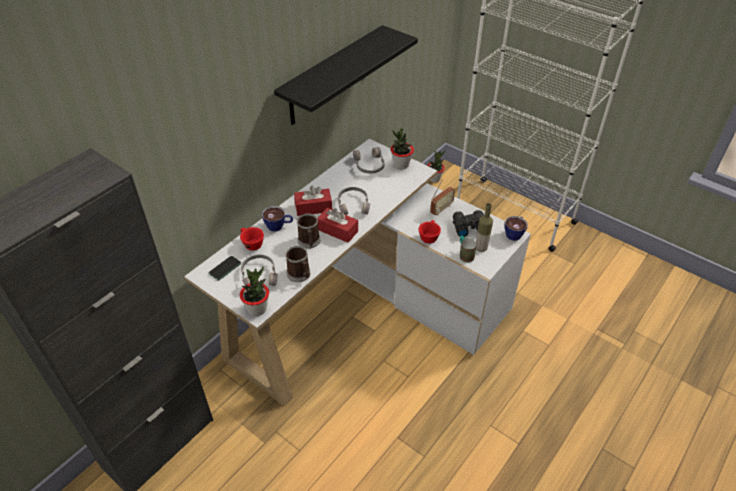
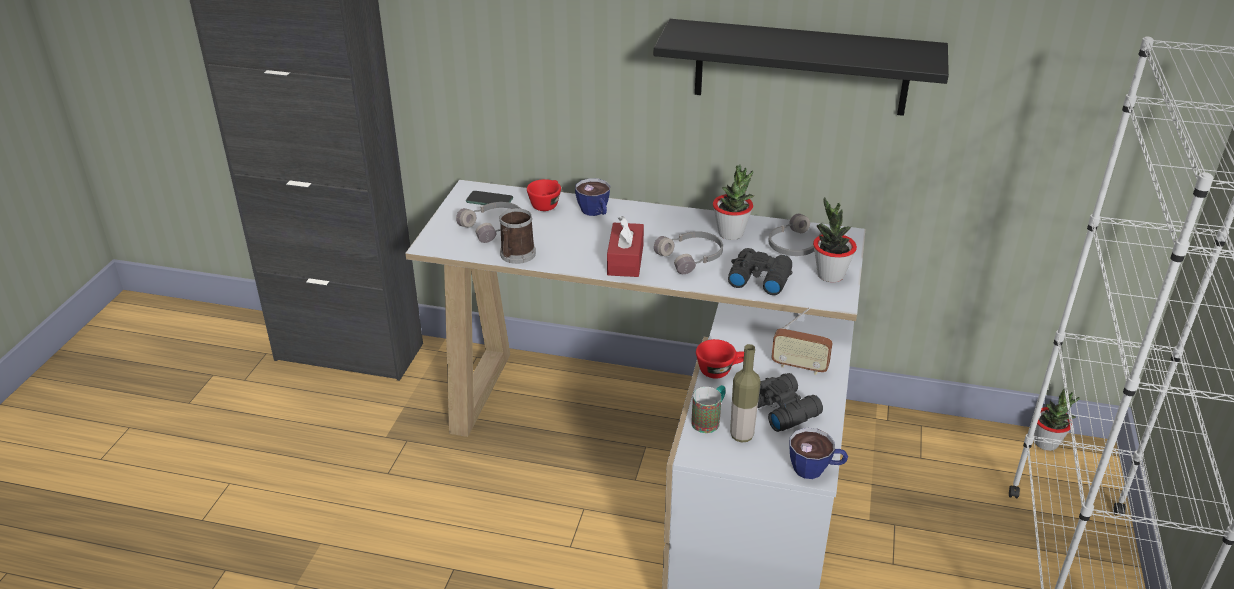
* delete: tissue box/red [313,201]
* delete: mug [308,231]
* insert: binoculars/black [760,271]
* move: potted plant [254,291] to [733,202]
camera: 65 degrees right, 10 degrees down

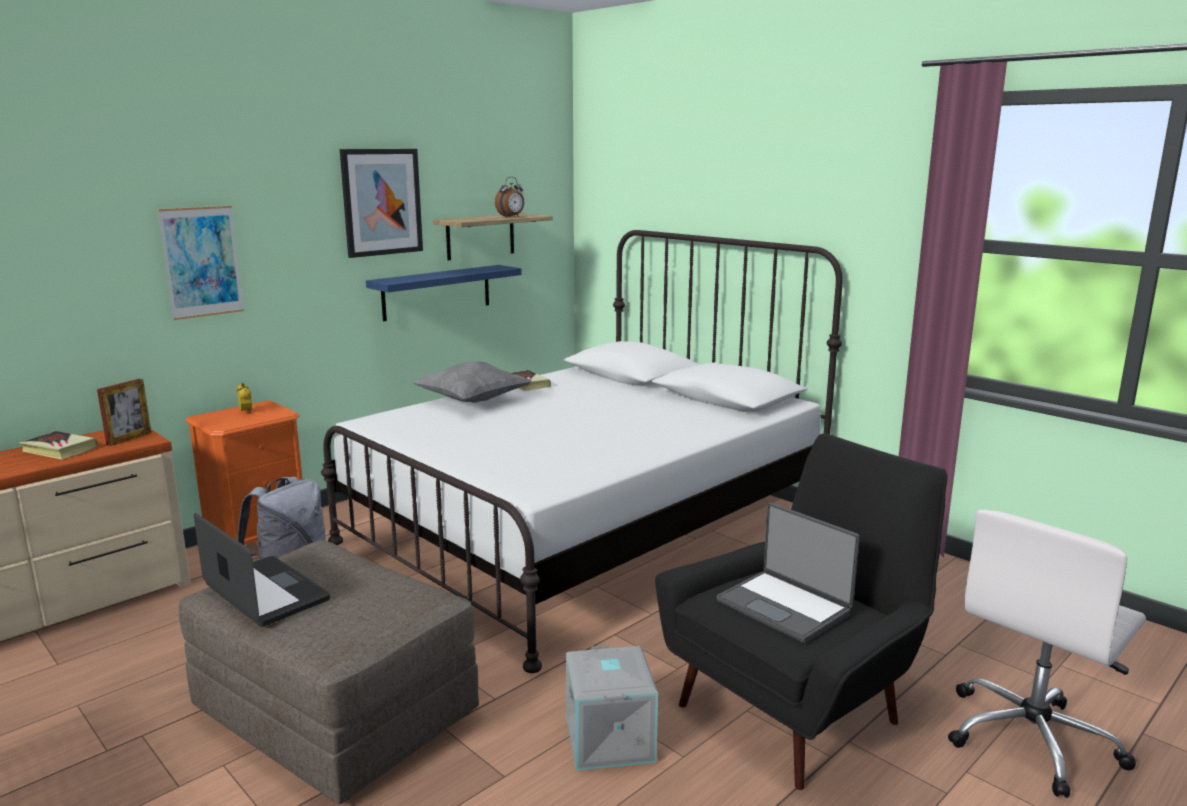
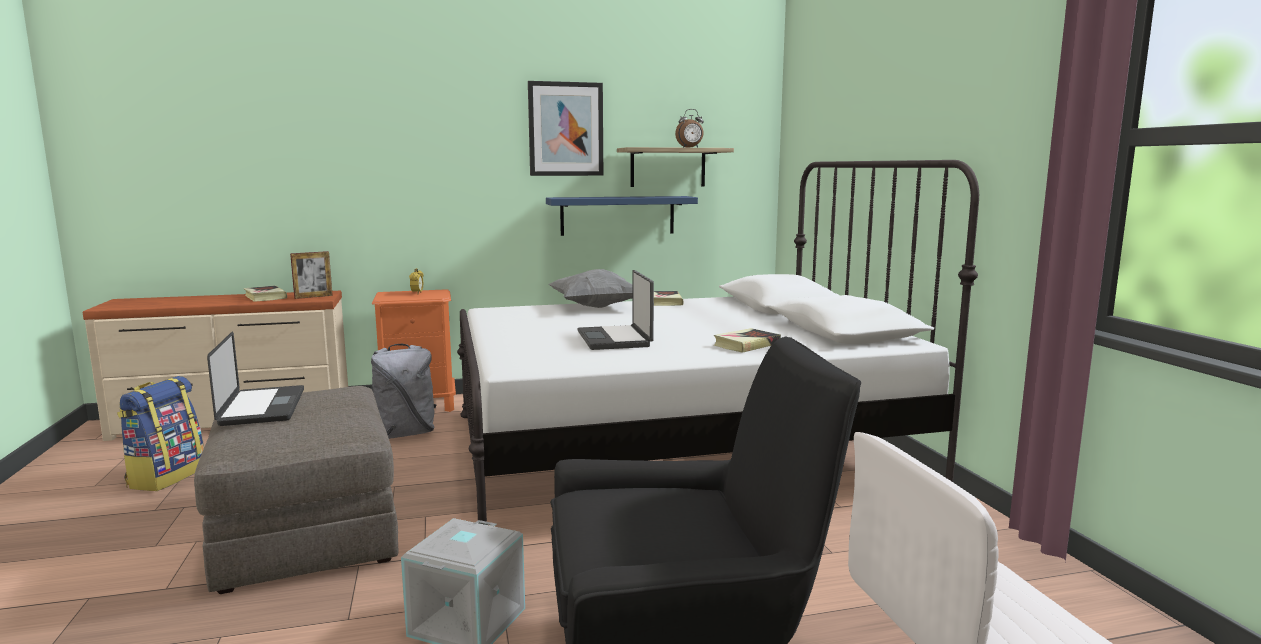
* delete: picture [200,263]
* insert: backpack [160,433]
* insert: book [747,340]
* move: laptop [788,573] to [615,310]
camera: 30 degrees right, 5 degrees down

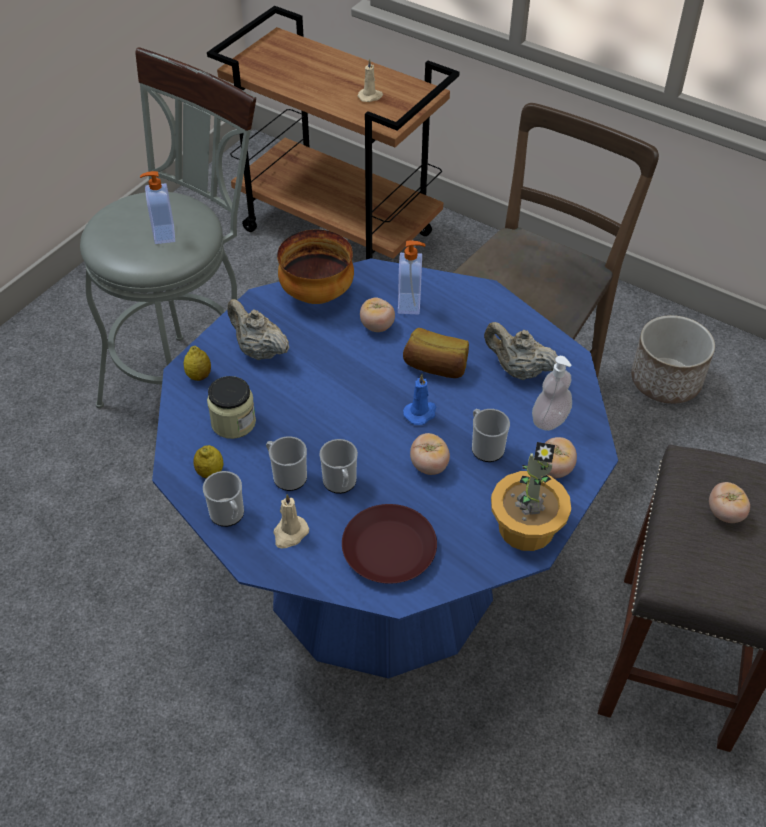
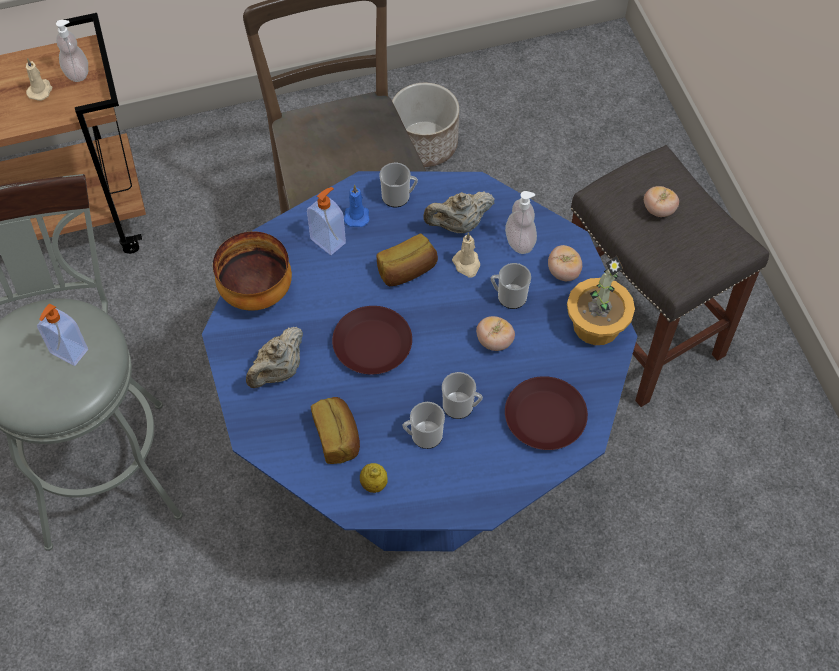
* delete: lemon [197,363]
* delete: tomato [377,314]
* insert: soap dispenser [72,51]
* insert: plate/brown [372,340]
* move: mug [223,499] to [399,185]
* move: candle/beige [291,521] to [466,255]
* move: candle/blue [419,399] to [357,206]
* replace: jar [231,407] to bread [335,430]
* rotate: teapot/beige [259,329] = [274,357] 45 degrees counterclockwise
camera: 50 degrees left, 10 degrees up

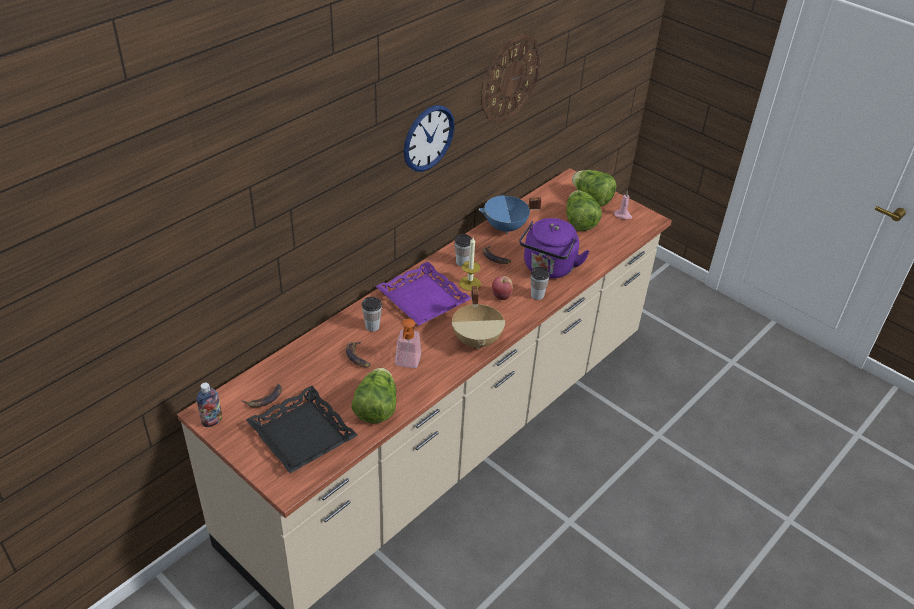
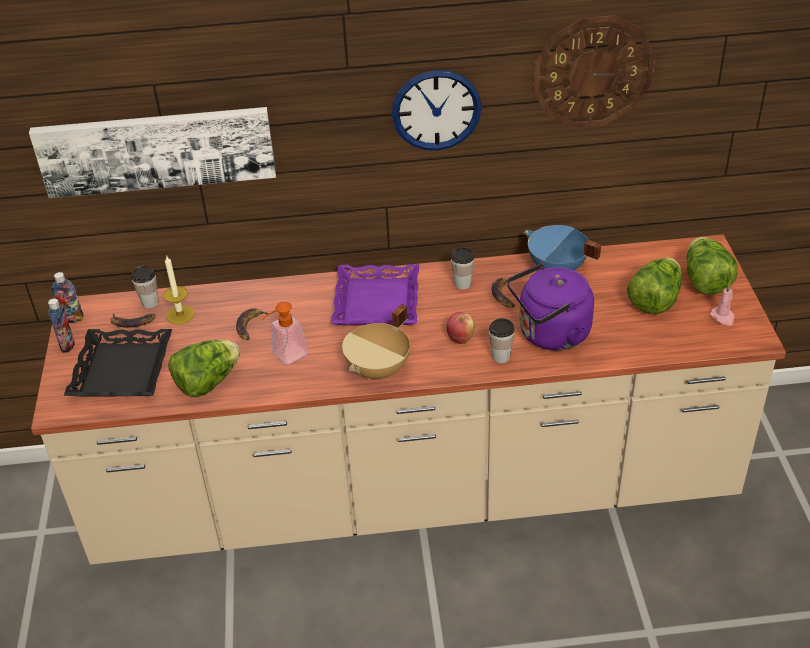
* insert: picture [152,152]
* insert: bottle [61,326]
* move: cup [372,314] to [145,287]
* move: candle [470,264] to [178,289]
camera: 45 degrees right, 0 degrees up

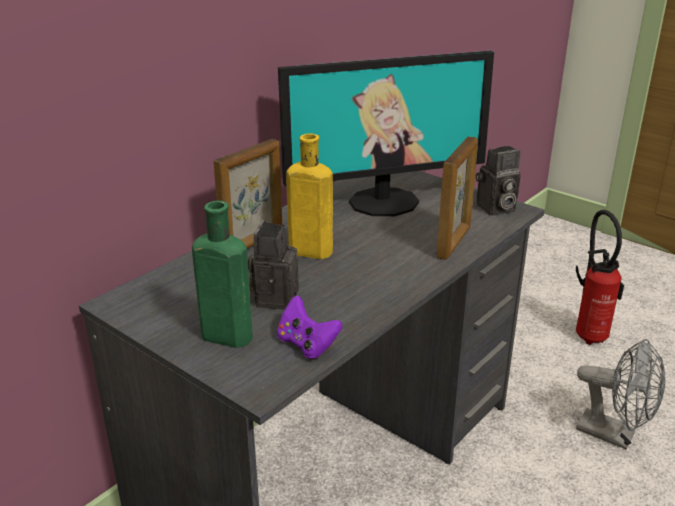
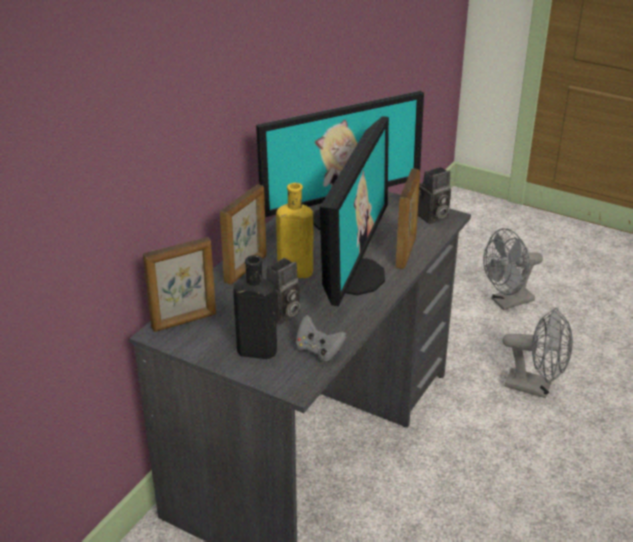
* insert: picture frame [179,284]
* insert: monitor [354,211]
* replace: fire extinguisher [600,277] to fan/grey [513,269]
* recolor: bottle/green [222,274] to bottle/black [255,307]
* recolor: game controller/purple [309,327] to game controller/grey [321,338]
* rotate: photo camera [273,265] = [283,291] 135 degrees counterclockwise
camera: 10 degrees left, 5 degrees up

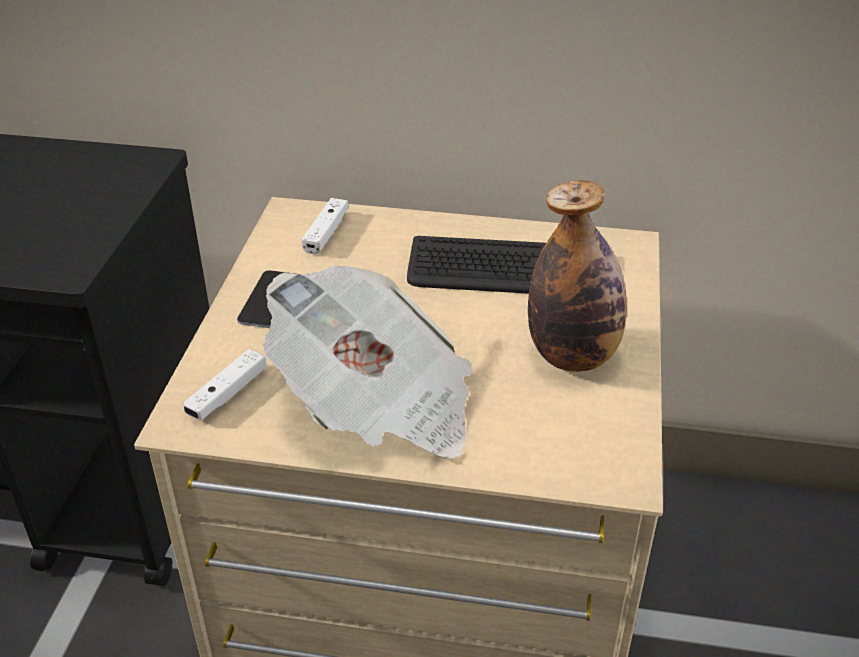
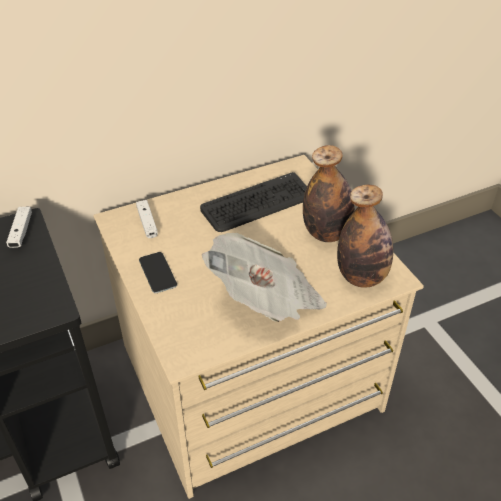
* insert: bottle [365,236]
* move: game controller/white [224,384] to [19,227]
camera: 35 degrees left, 5 degrees up

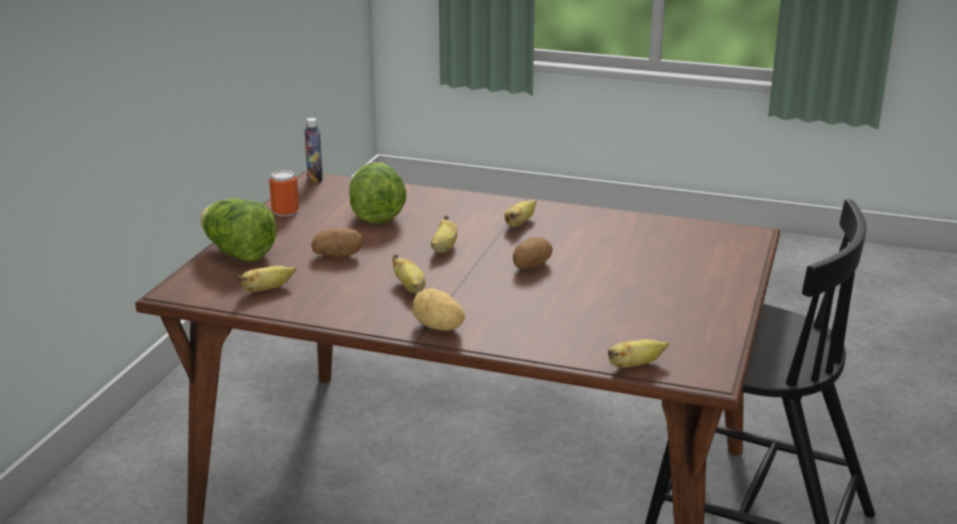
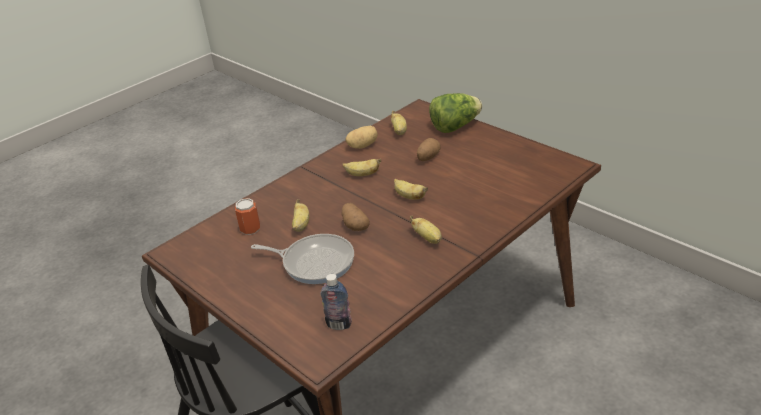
* delete: lettuce [377,193]
* insert: frying pan [302,259]
* move: can [284,193] to [247,216]
* move: bottle [313,150] to [336,302]
* move: potato [438,309] to [362,137]
* move: banana [638,353] to [300,215]
camera: 120 degrees right, 10 degrees up

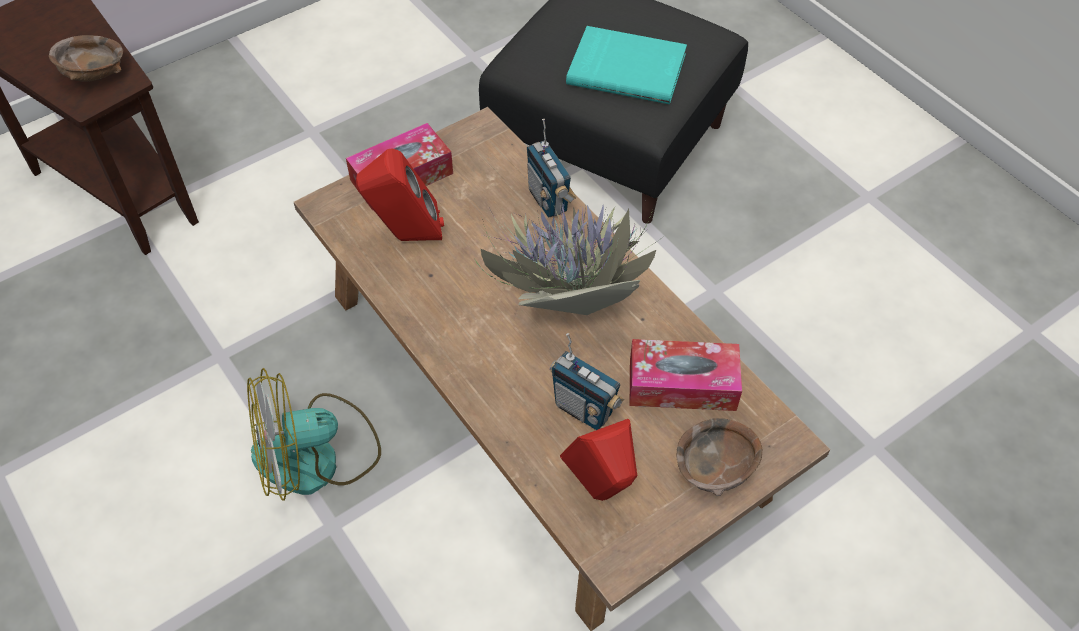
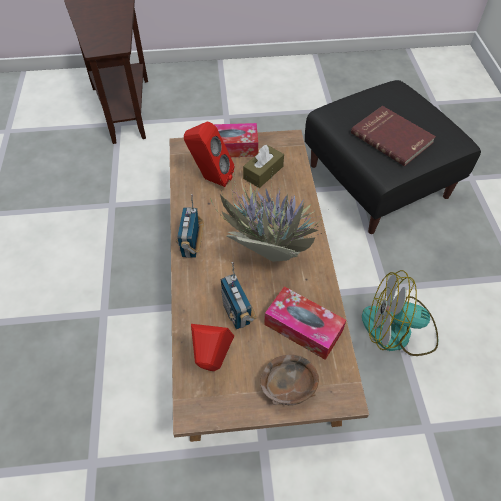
* delete: bowl/brown [86,58]
* insert: tissue box/brown [263,166]
* move: fan [314,434] to [400,313]
* move: radio [552,168] to [190,226]
* recolor: book/turquoise [626,65] to book/red [393,136]
camera: 30 degrees right, 0 degrees up

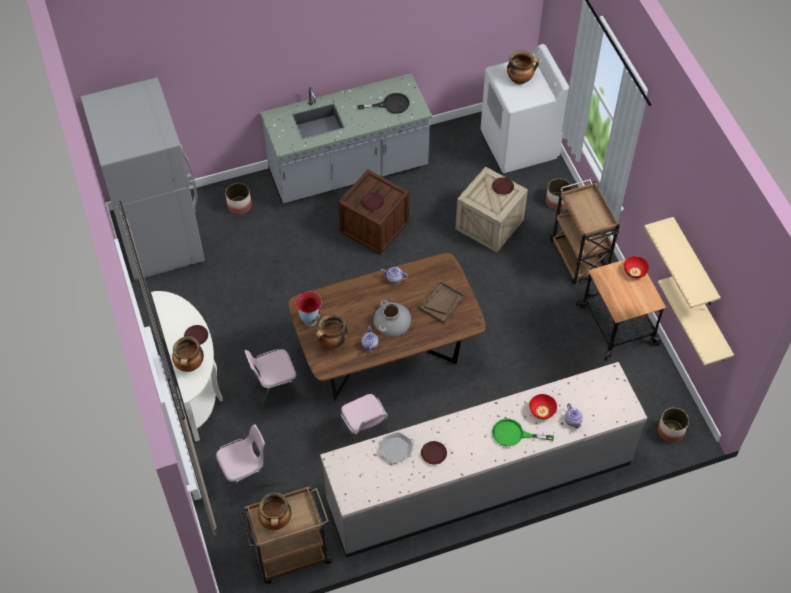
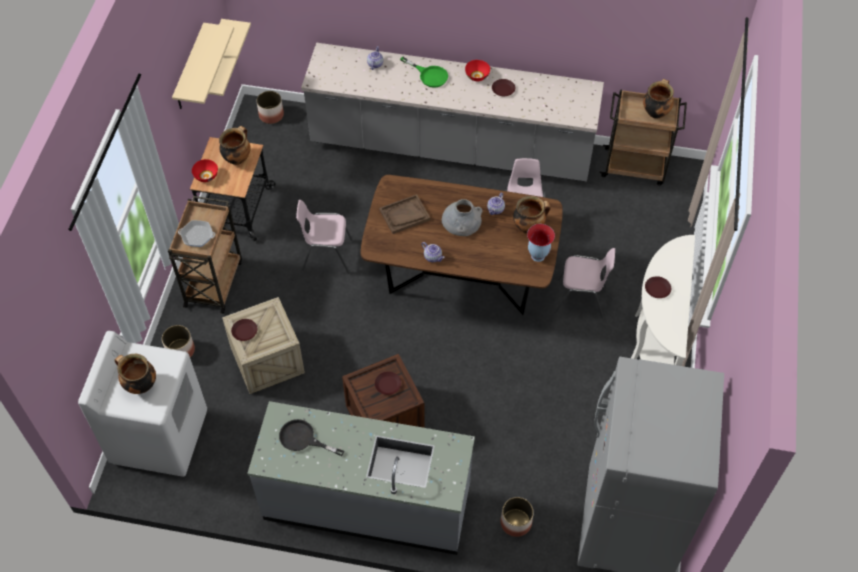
* move: cooking pot [188,354] to [235,145]
* move: chair/pink [245,465] to [324,236]
* move: frying pan [396,447] to [196,233]
* move: bowl/red [543,406] to [477,70]
camera: 150 degrees left, 0 degrees up

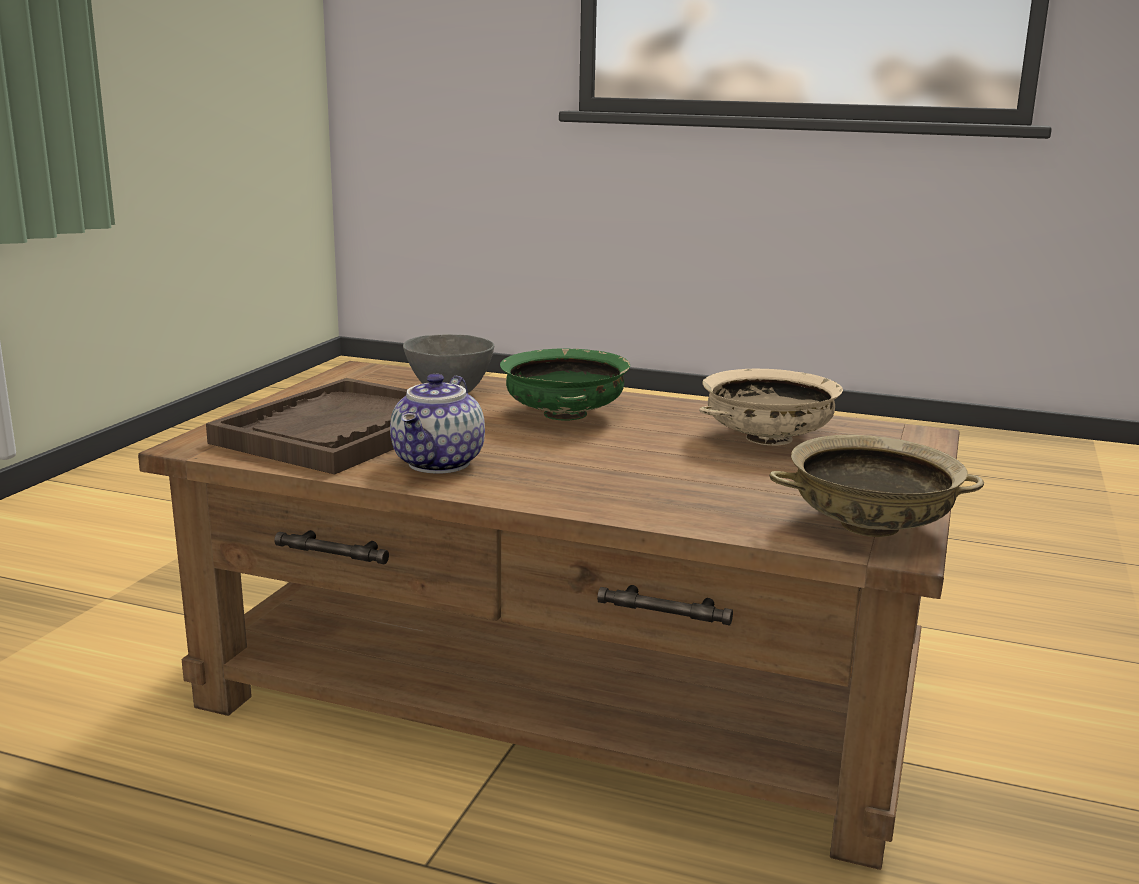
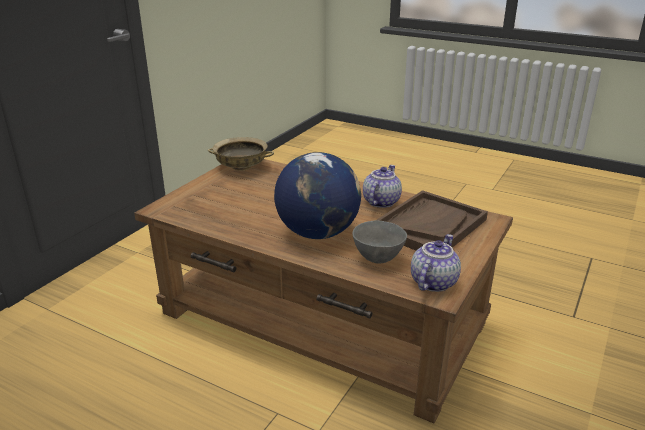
* delete: bowl/beige [771,407]
* insert: teapot [436,263]
* replace: bowl/green [565,384] to globe [317,195]
camera: 170 degrees left, 10 degrees up

